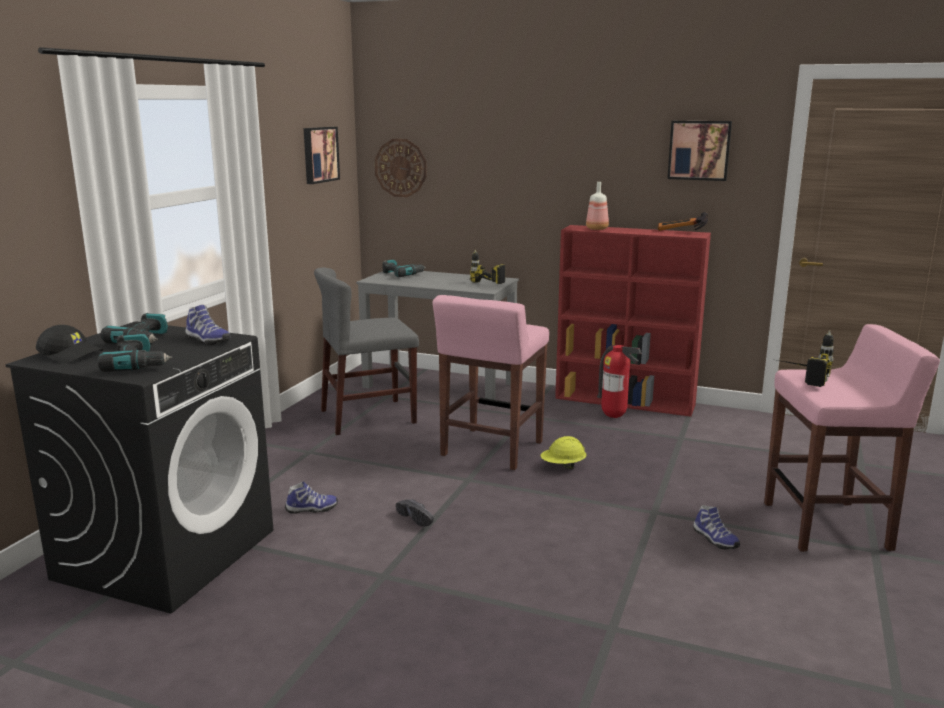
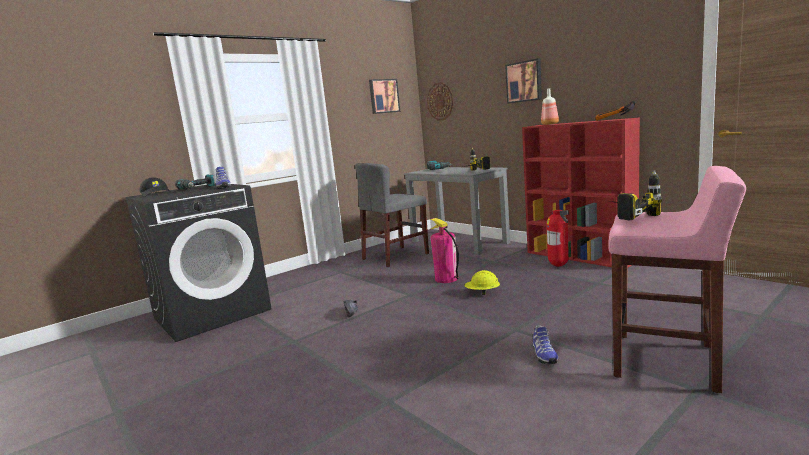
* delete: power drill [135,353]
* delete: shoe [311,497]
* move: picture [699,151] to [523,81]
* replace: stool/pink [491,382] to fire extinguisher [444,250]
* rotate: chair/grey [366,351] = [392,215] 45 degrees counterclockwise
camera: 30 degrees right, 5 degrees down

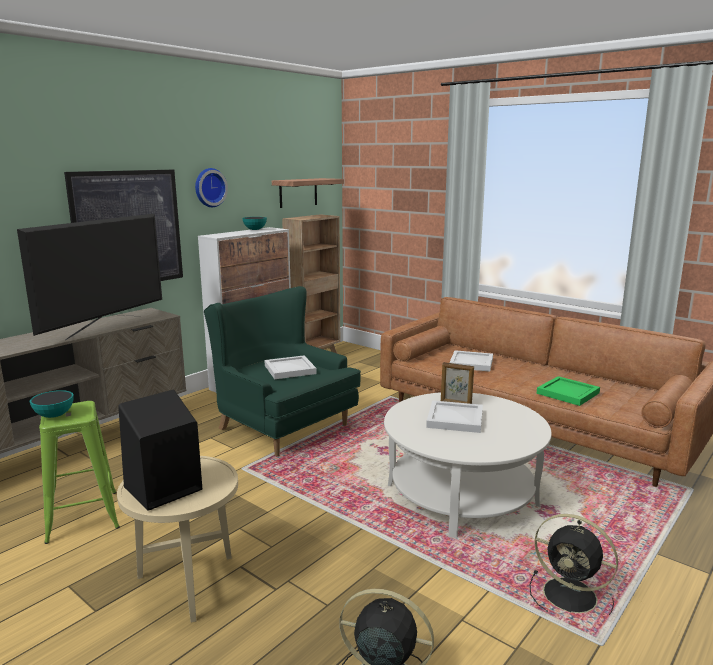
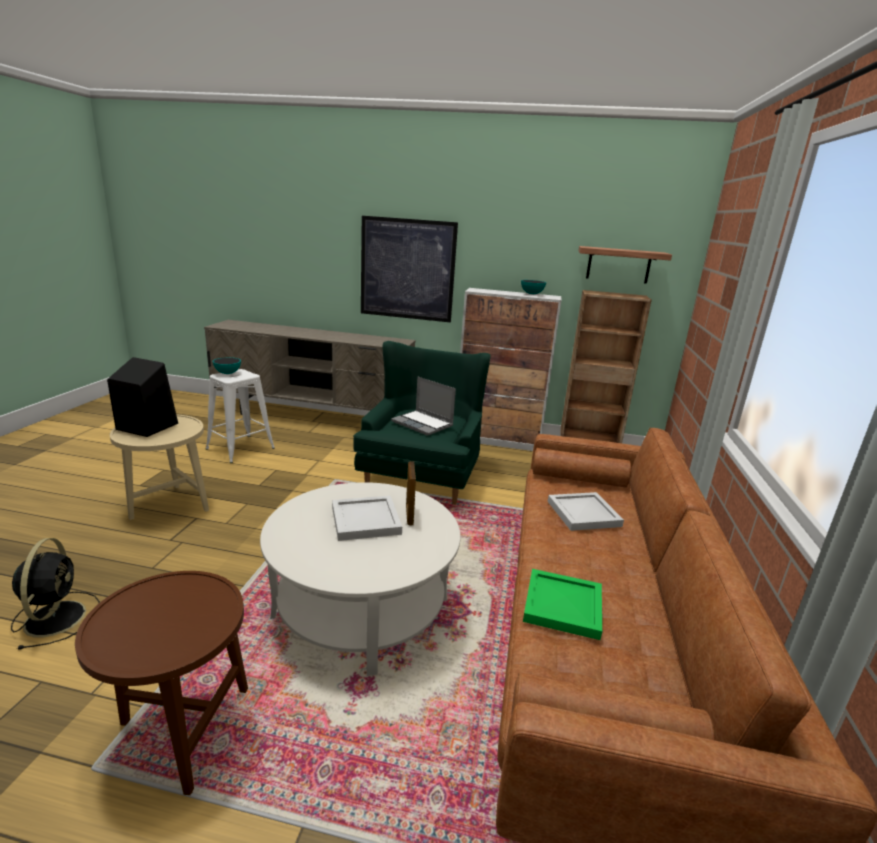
* delete: television [89,277]
* delete: wall clock [211,187]
* replace: tray/white [290,367] to laptop [423,406]
* replace: fan/black [574,564] to side table/brown [161,683]
* recolor: stool/green [79,472] to stool/white [240,416]
camera: 60 degrees right, 5 degrees up

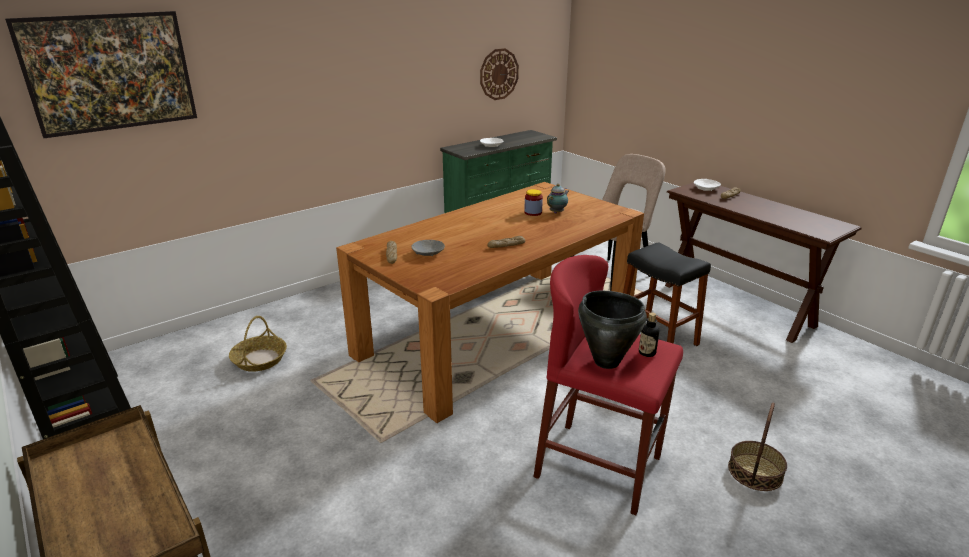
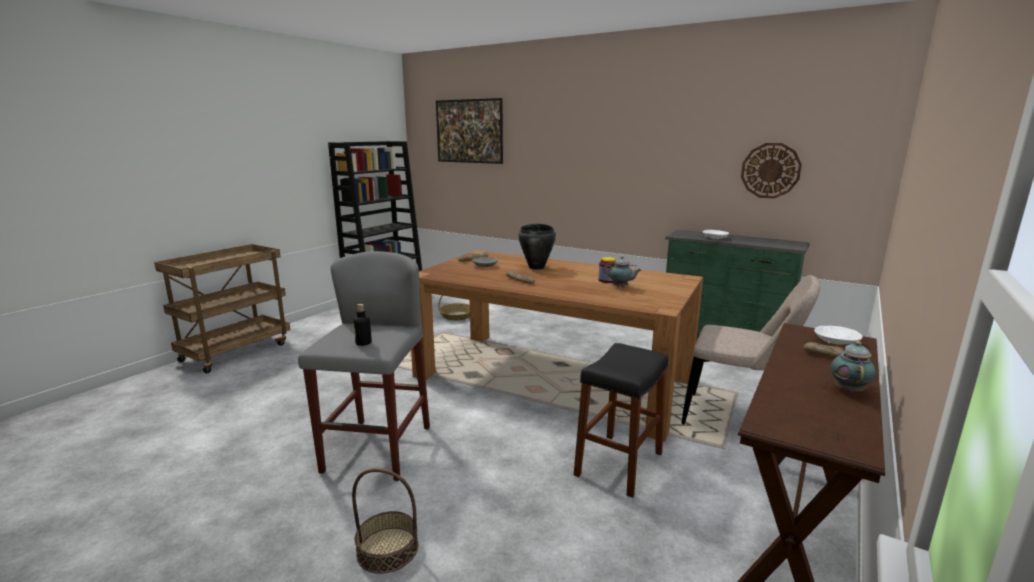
* insert: teapot [853,367]
* move: cooking pot/black [612,330] to [537,247]
* recolor: stool/red [608,385] to stool/grey [364,366]
camera: 70 degrees right, 10 degrees down

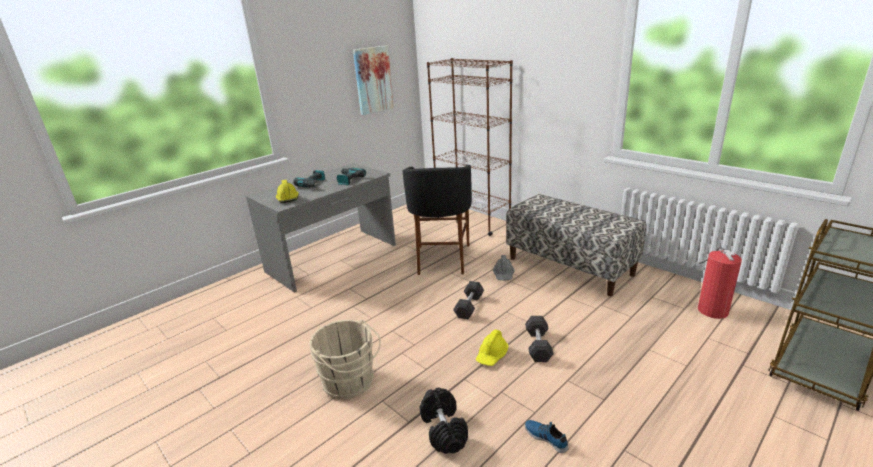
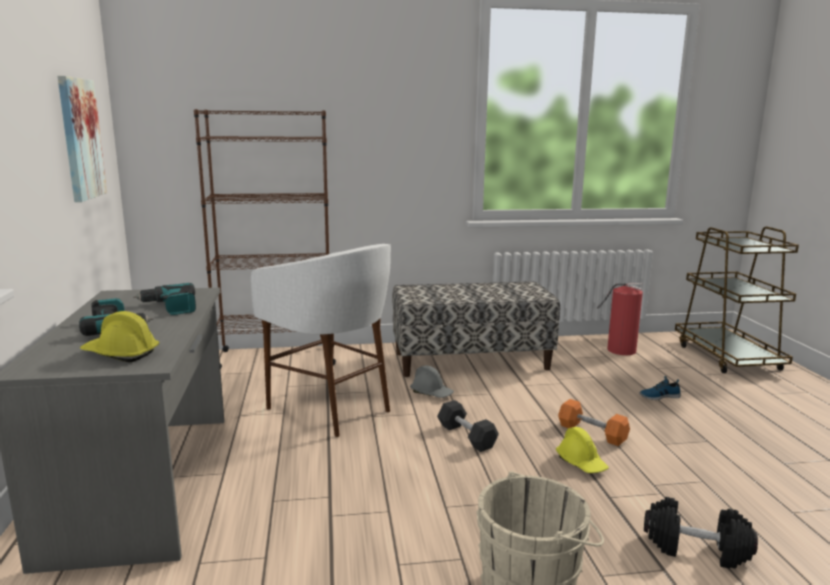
* move: shoe [547,436] to [660,388]
* recolor: stool/black [437,220] to stool/white [321,340]
* recolor: dumbbell/grey [539,339] to dumbbell/orange [594,422]
camera: 55 degrees left, 10 degrees down

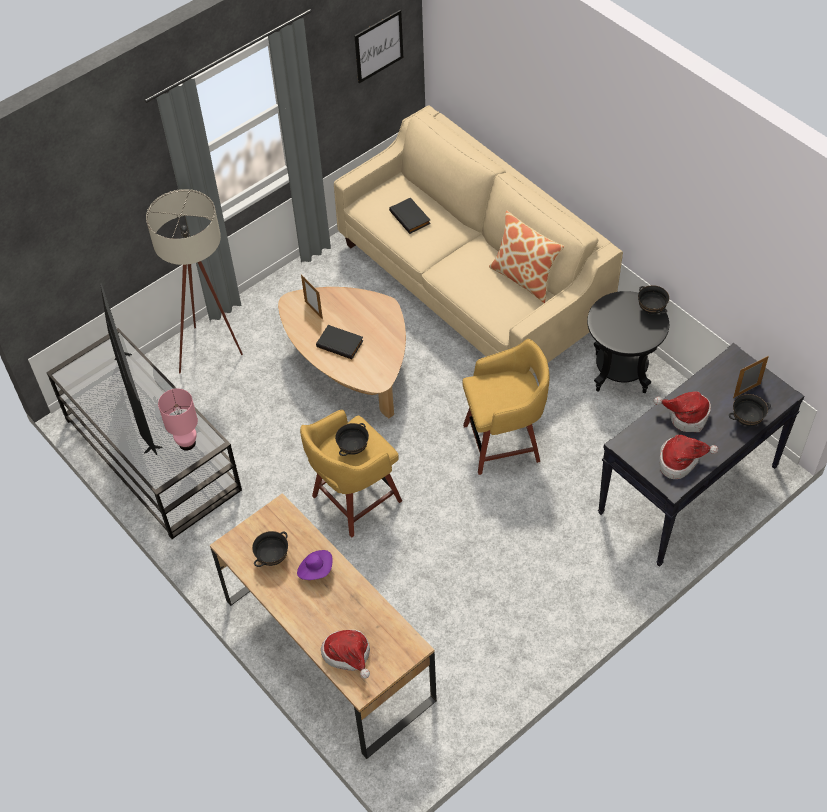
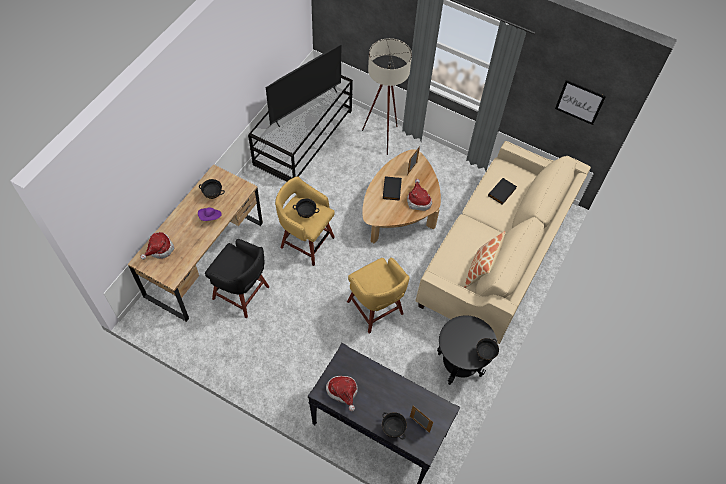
* delete: table lamp/pink [178,419]
* insert: stool/black [237,278]
* move: hat [682,411] to [419,195]
camera: 65 degrees right, 5 degrees up

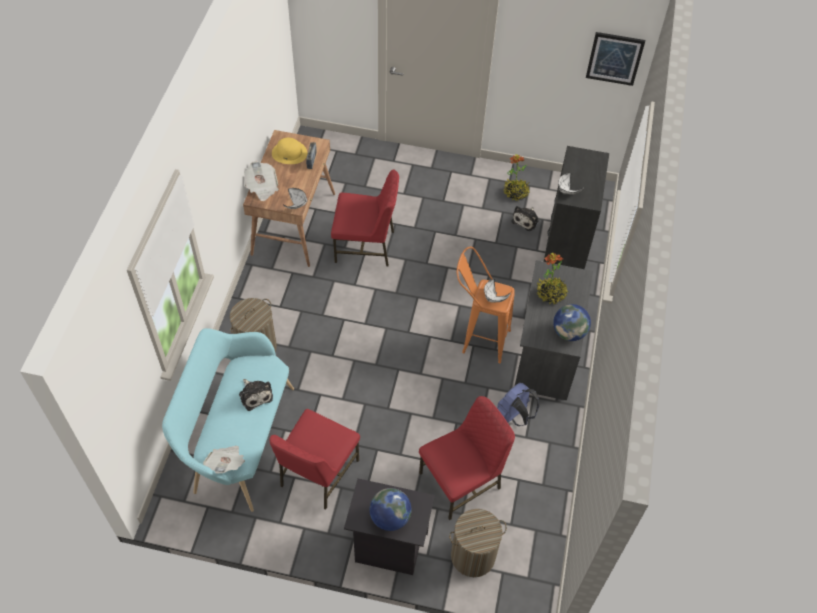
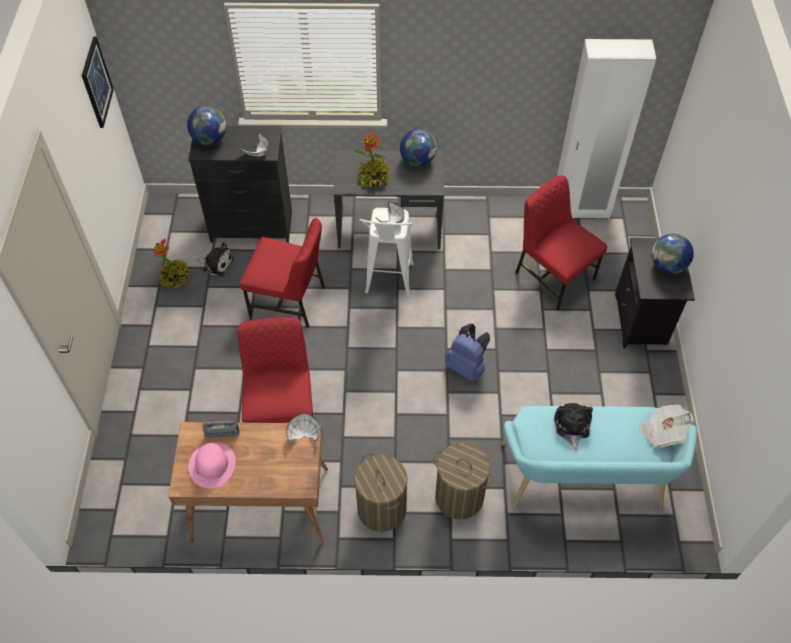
* delete: newspaper [261,181]
* insert: globe [206,125]
* insert: wardrobe/white [606,129]
* move: chair/red [315,459] to [282,273]
* move: laundry basket [478,543] to [381,492]
* move: backpack/blue [518,404] to [467,352]
* recolor: hat/yellow [289,151] to hat/pink [212,465]
* recolor: stool/orange [486,304] to stool/white [386,252]
* rotate: plush toy [256,395] = [573,427] 45 degrees counterclockwise
camera: 100 degrees left, 0 degrees up

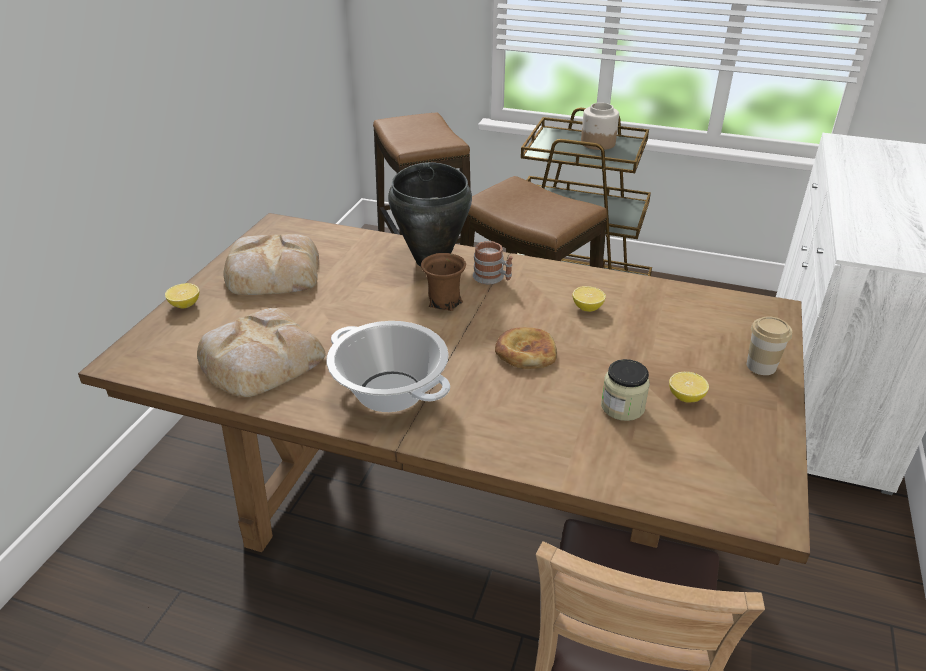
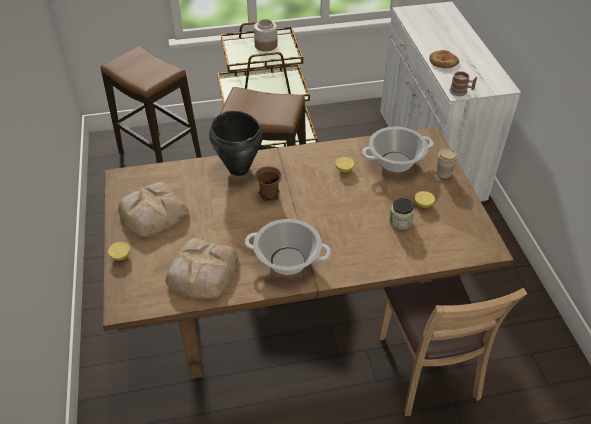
* insert: cooking pot [398,149]
* move: mug [492,262] to [463,83]
* move: bread [526,348] to [444,59]
camera: 30 degrees left, 10 degrees up

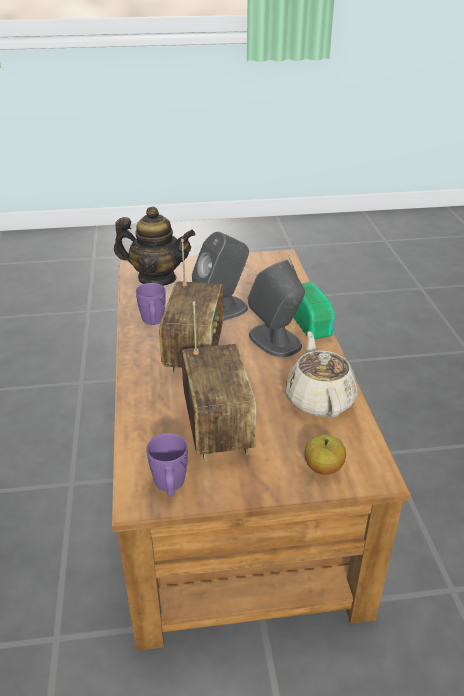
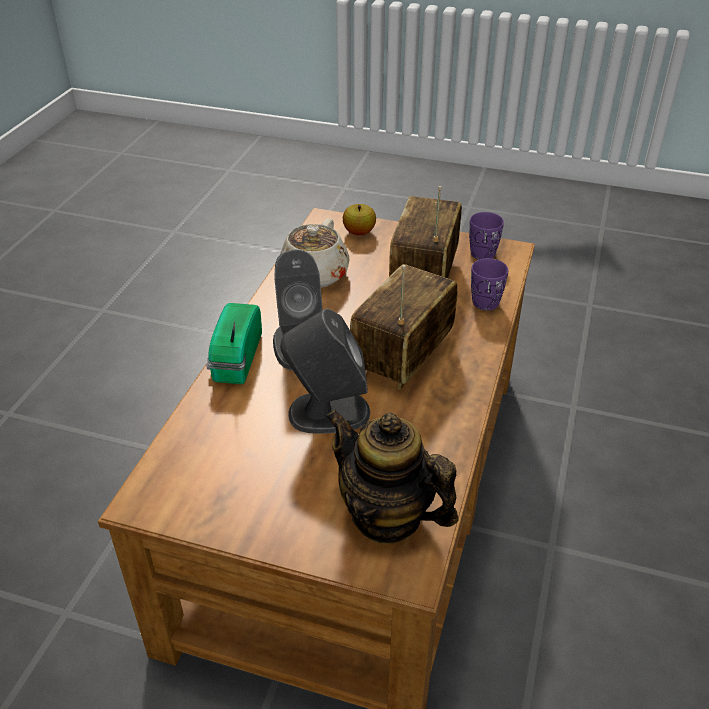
* move: mug/purple [150,304] to [489,284]
camera: 155 degrees left, 5 degrees up

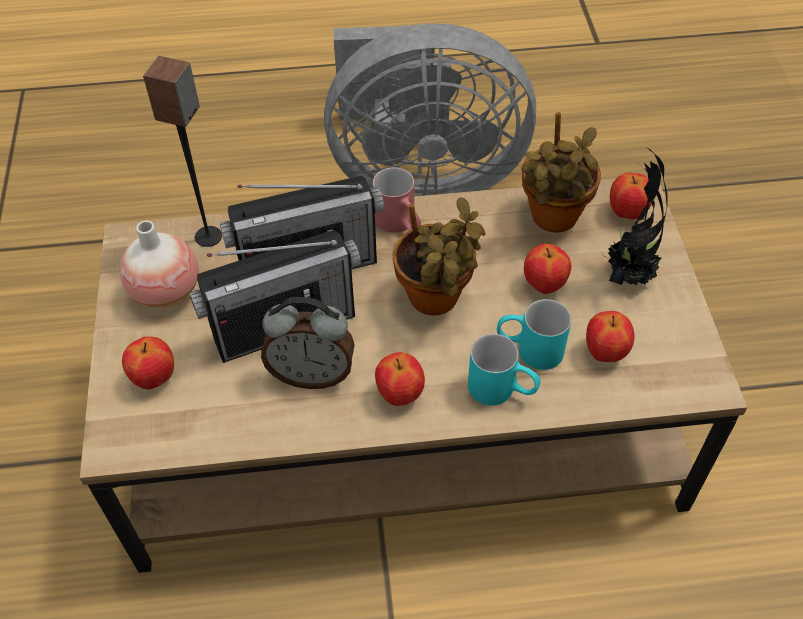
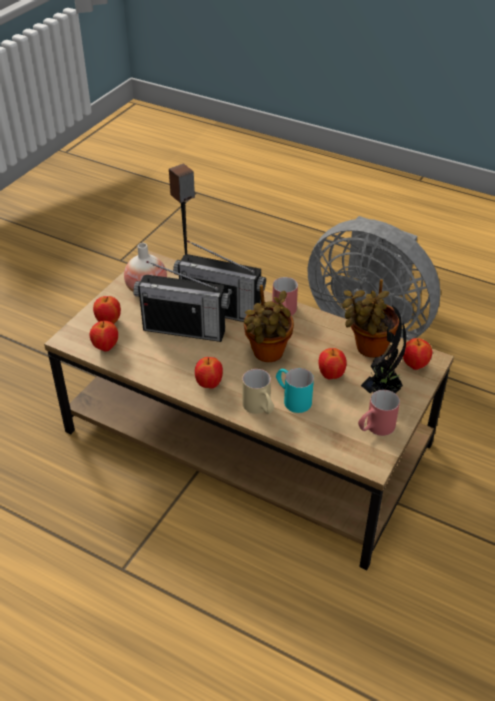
* delete: alarm clock [308,343]
* insert: mug/red [379,413]
* move: apple [610,336] to [104,336]
* recolor: mug/turquoise [504,369] to mug/beige [258,391]
camera: 35 degrees right, 10 degrees down

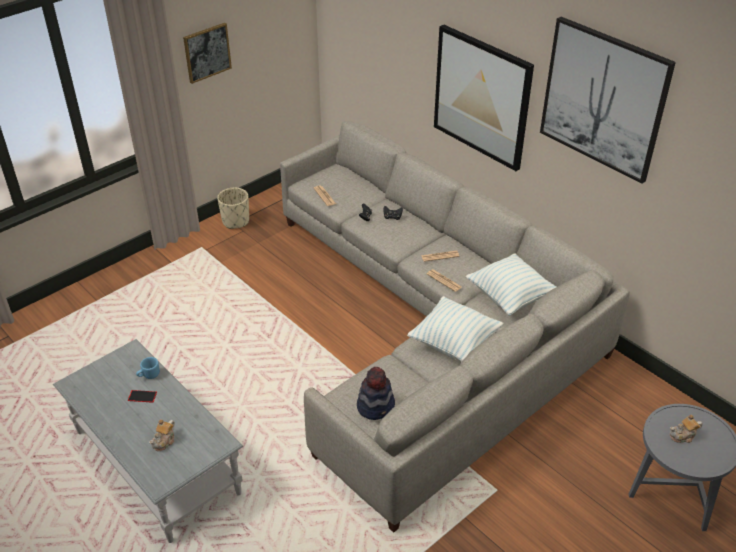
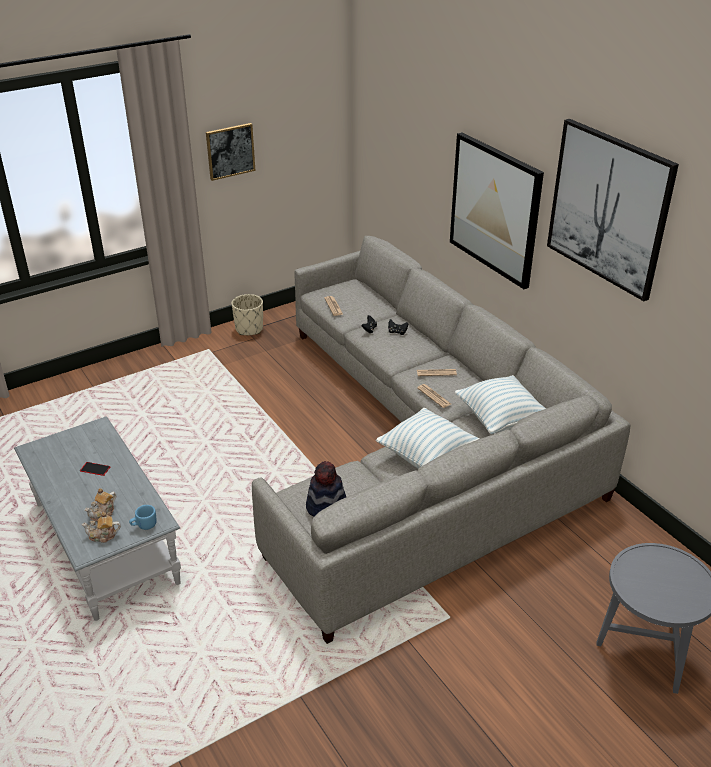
* move: mug/blue [148,368] to [143,517]
* move: teapot [685,428] to [101,527]
camera: 10 degrees right, 5 degrees down

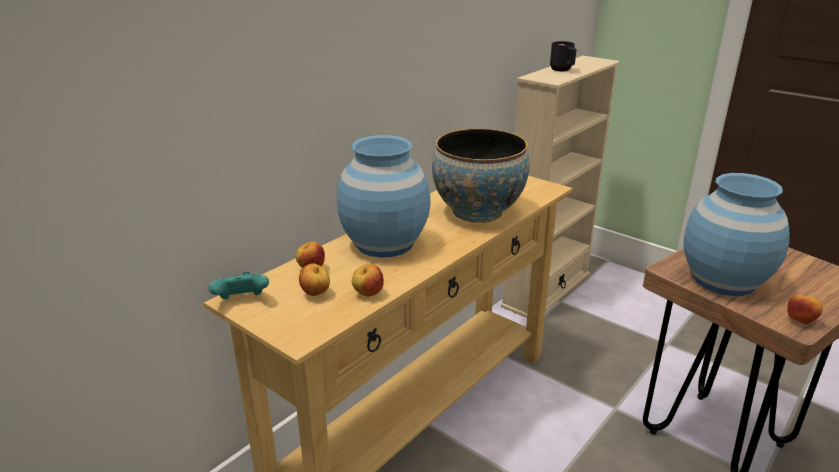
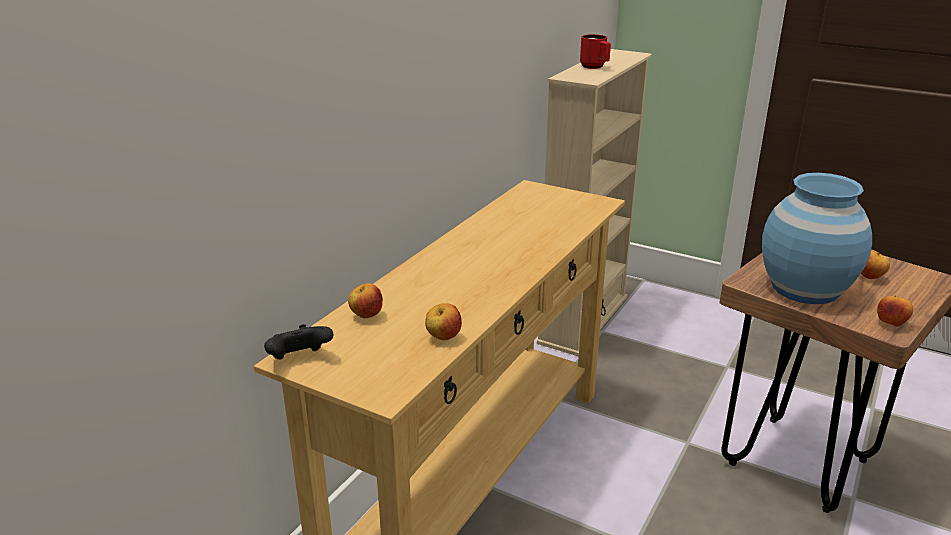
* delete: vase/blue [384,196]
* delete: bowl [480,176]
* move: apple [314,279] to [875,264]
* recolor: game controller/turquoise [239,285] to game controller/black [298,341]
* recolor: mug/black [563,56] to mug/red [595,51]
camera: 10 degrees left, 0 degrees up

